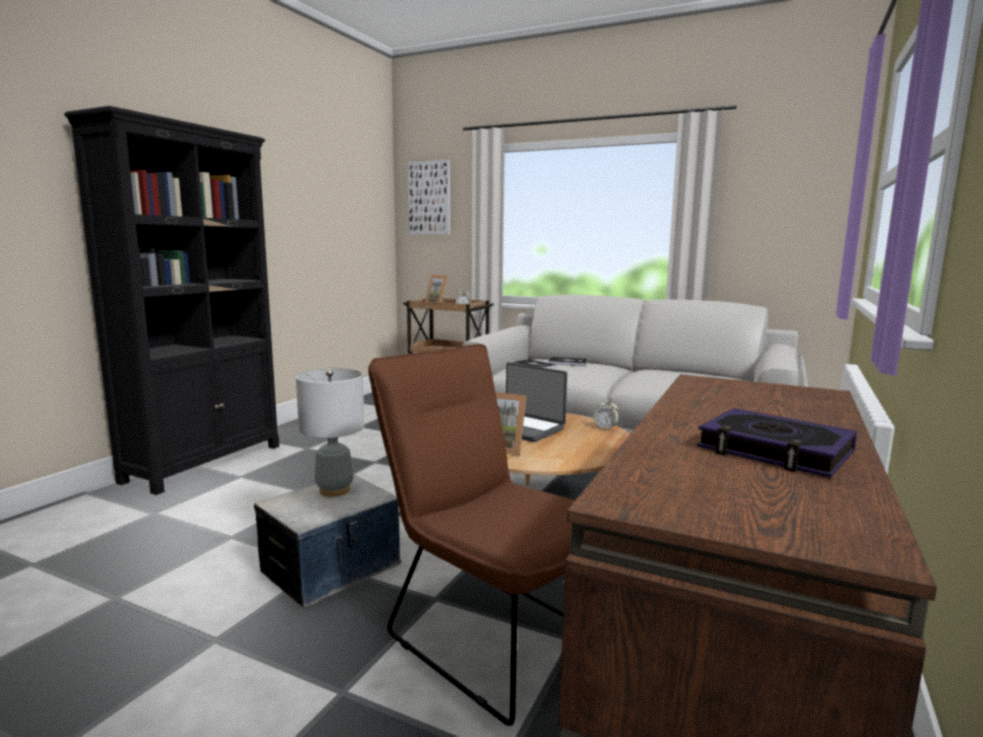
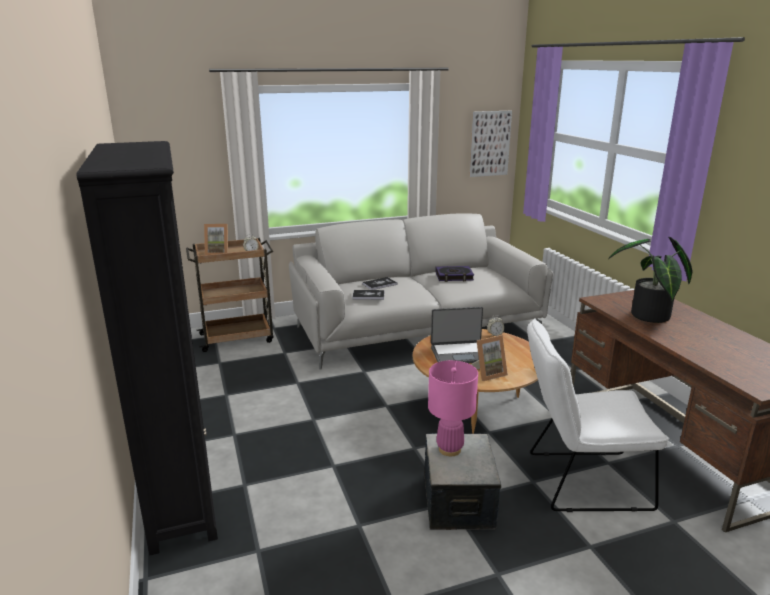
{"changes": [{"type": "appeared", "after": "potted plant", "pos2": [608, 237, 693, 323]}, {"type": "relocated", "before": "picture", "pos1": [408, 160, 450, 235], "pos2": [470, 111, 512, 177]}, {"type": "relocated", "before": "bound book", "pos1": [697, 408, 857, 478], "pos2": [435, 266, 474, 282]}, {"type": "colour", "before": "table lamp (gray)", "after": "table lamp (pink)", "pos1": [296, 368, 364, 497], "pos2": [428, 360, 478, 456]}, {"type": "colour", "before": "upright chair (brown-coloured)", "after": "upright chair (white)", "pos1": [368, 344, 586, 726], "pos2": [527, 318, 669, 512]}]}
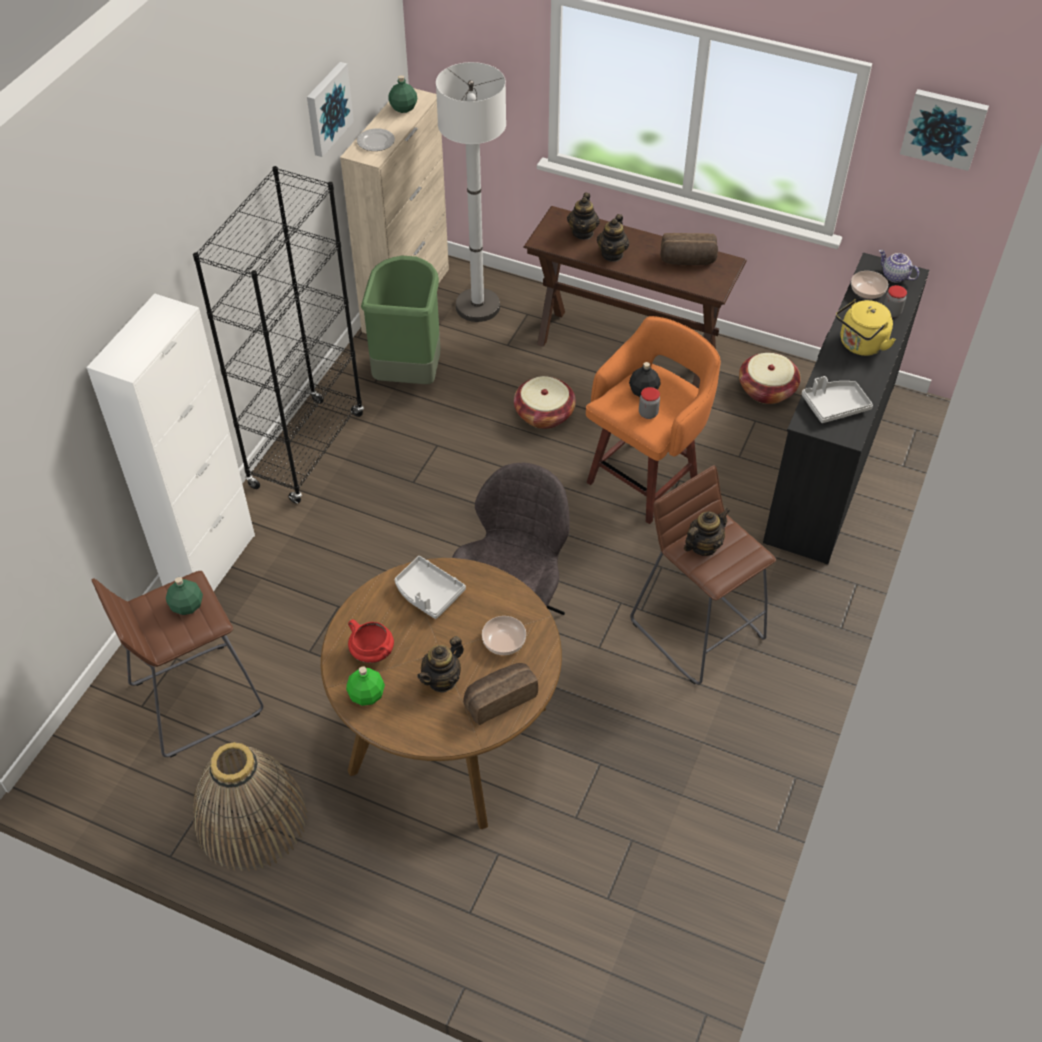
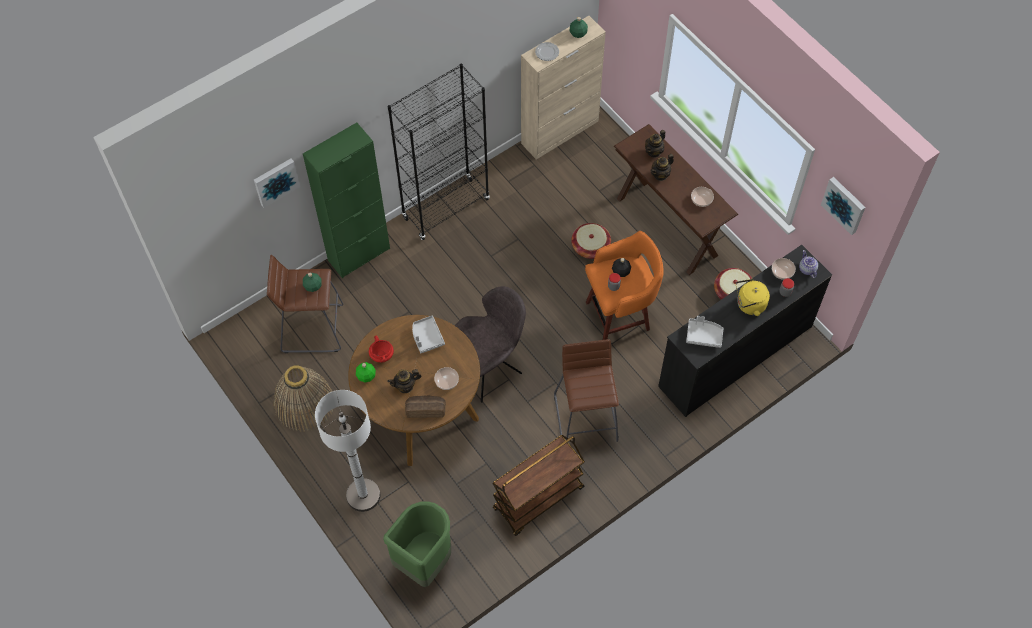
{"changes": [{"type": "missing", "before": "pot for tea", "pos1": [684, 509, 730, 556]}, {"type": "appeared", "after": "trolley (brown-coloured)", "pos2": [492, 435, 585, 536]}, {"type": "relocated", "before": "picture", "pos1": [307, 62, 354, 157], "pos2": [254, 159, 300, 208]}, {"type": "relocated", "before": "rubbish bin (greenish)", "pos1": [361, 256, 441, 384], "pos2": [383, 502, 451, 587]}, {"type": "relocated", "before": "standard lamp (white)", "pos1": [436, 62, 506, 322], "pos2": [315, 390, 380, 512]}, {"type": "exchanged", "before": "bread", "after": "serving bowl", "pos1": [660, 233, 718, 265], "pos2": [691, 187, 714, 207]}, {"type": "colour", "before": "cupboard (white)", "after": "cupboard (greenish)", "pos1": [86, 293, 255, 591], "pos2": [303, 122, 390, 278]}]}
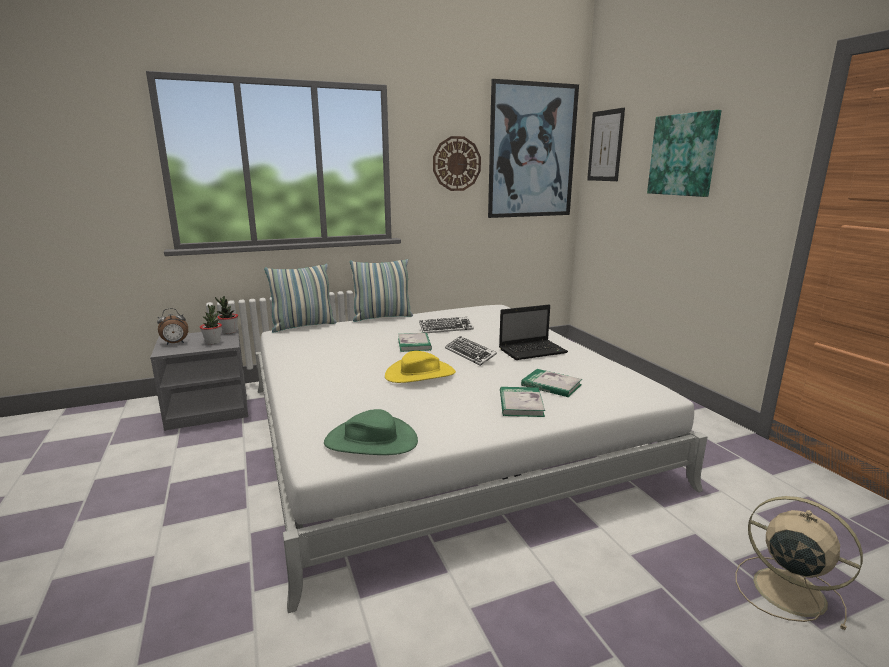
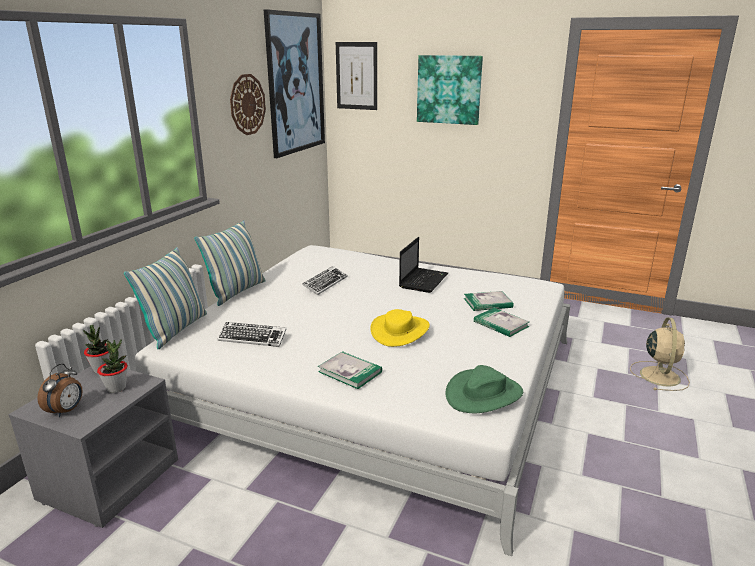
{"changes": [{"type": "relocated", "before": "bound book", "pos1": [398, 333, 432, 352], "pos2": [318, 351, 382, 389]}, {"type": "relocated", "before": "computer keyboard", "pos1": [445, 336, 497, 366], "pos2": [218, 322, 286, 347]}, {"type": "spun", "before": "electric fan (beige)", "pos1": [735, 496, 863, 630], "pos2": [630, 317, 690, 391], "turn": 105}]}
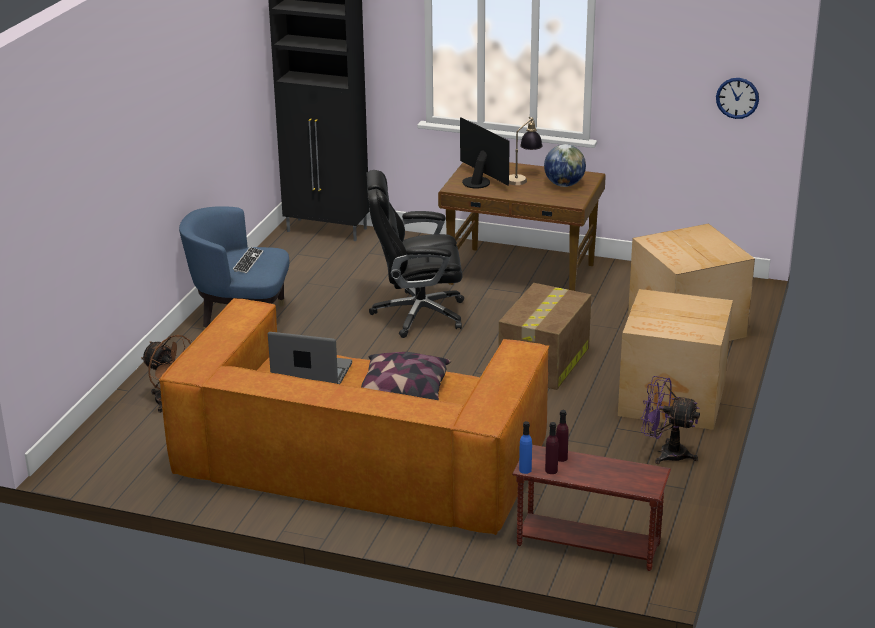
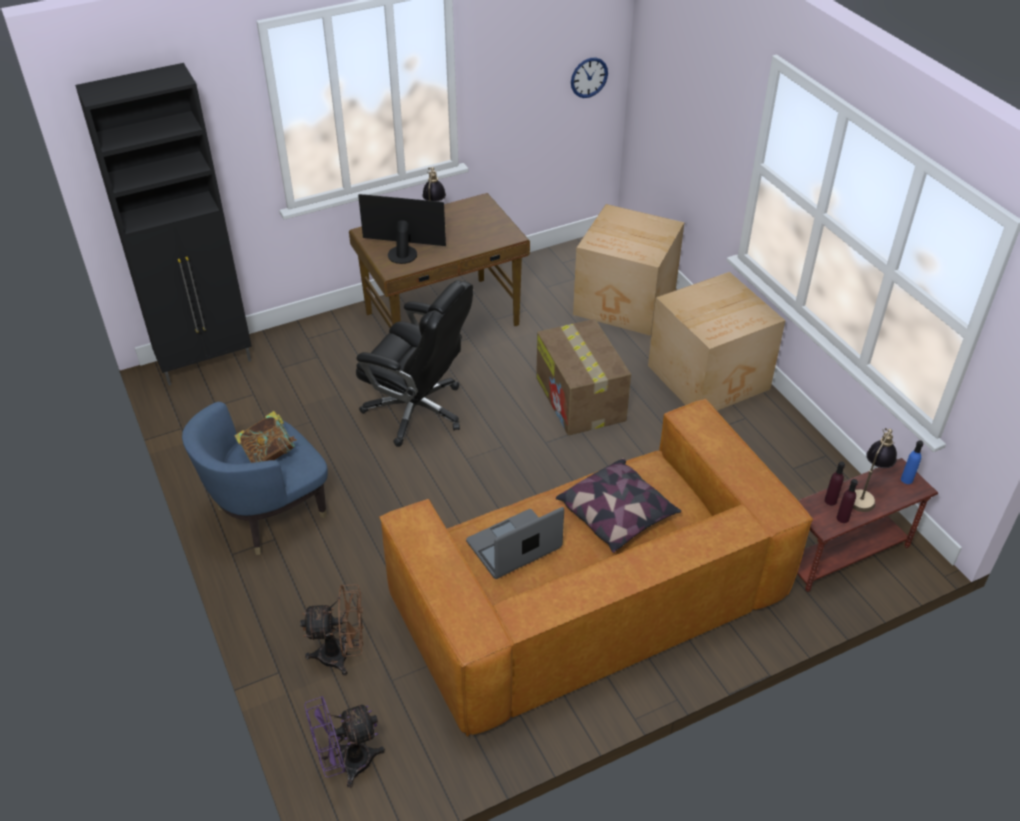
{"changes": [{"type": "missing", "before": "desk globe", "pos1": [544, 144, 586, 187]}, {"type": "appeared", "after": "table lamp", "pos2": [853, 428, 897, 512]}, {"type": "relocated", "before": "drink bottle (blue-coloured)", "pos1": [519, 421, 532, 474], "pos2": [901, 440, 923, 484]}, {"type": "relocated", "before": "electric fan (purple-coloured)", "pos1": [641, 376, 700, 464], "pos2": [304, 696, 385, 788]}, {"type": "exchanged", "before": "computer keyboard", "after": "bound book", "pos1": [233, 247, 264, 273], "pos2": [234, 411, 296, 463]}, {"type": "spun", "before": "office chair (black-coloured)", "pos1": [366, 170, 464, 338], "pos2": [356, 280, 473, 447], "turn": -105}]}
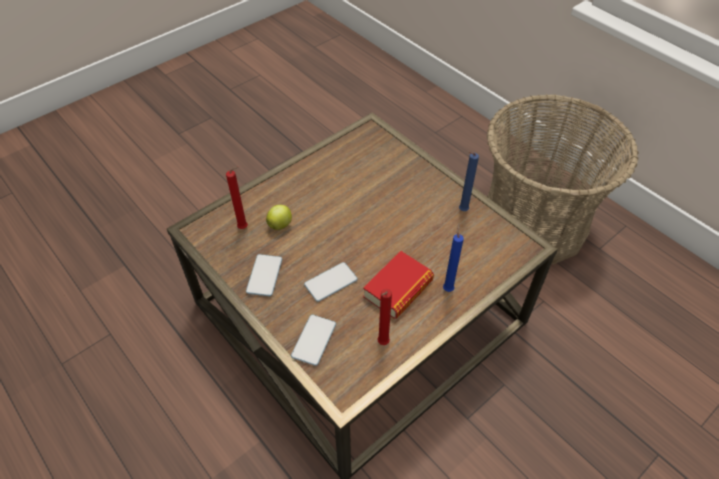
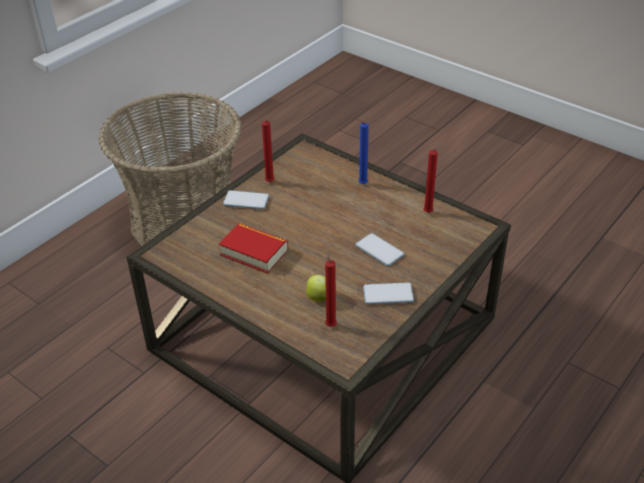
{"changes": [{"type": "relocated", "before": "handset", "pos1": [291, 315, 336, 366], "pos2": [223, 190, 269, 209]}, {"type": "relocated", "before": "bound book", "pos1": [363, 251, 434, 319], "pos2": [219, 223, 288, 274]}, {"type": "colour", "before": "candle (blue-coloured)", "after": "candle (reddish)", "pos1": [459, 152, 479, 211], "pos2": [262, 119, 275, 182]}]}
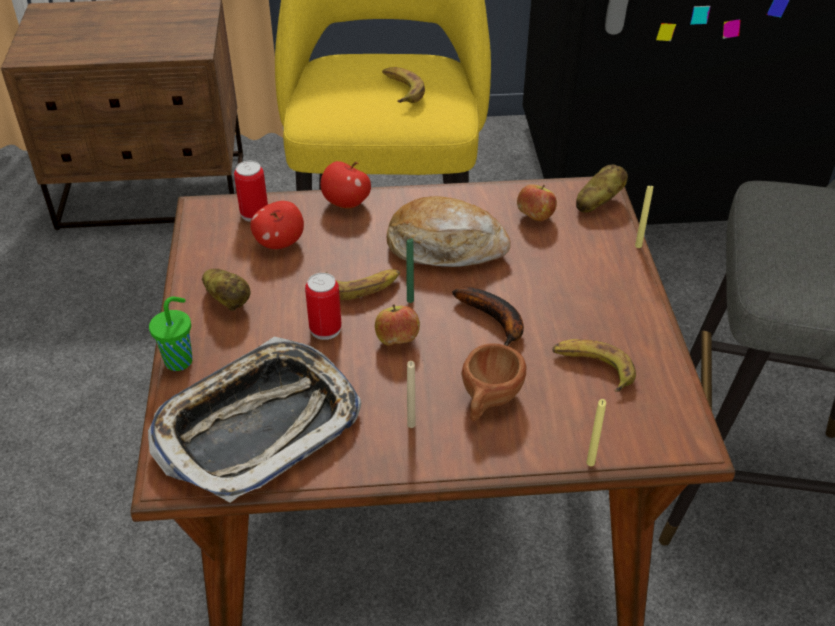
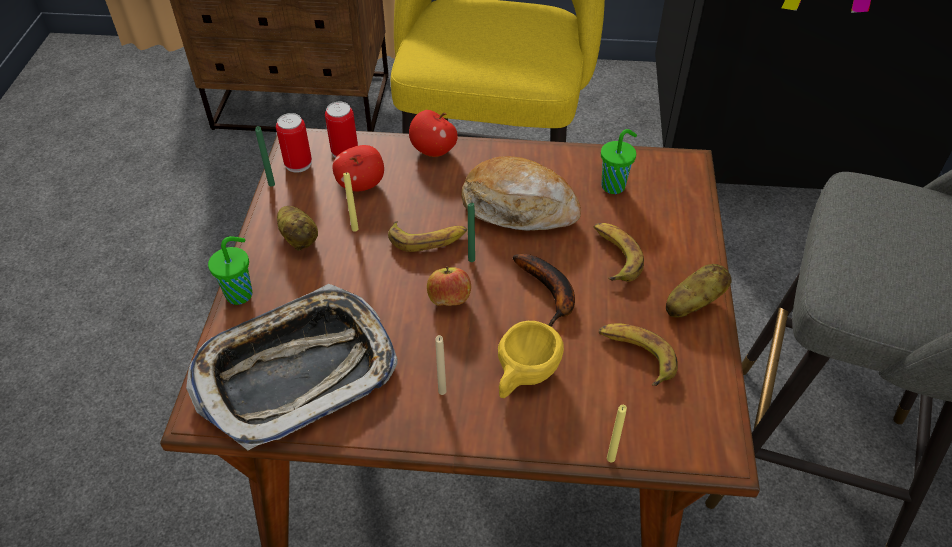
{"changes": [{"type": "appeared", "after": "candle (greenish)", "pos2": [255, 126, 275, 187]}, {"type": "relocated", "before": "sealed can", "pos1": [305, 273, 342, 340], "pos2": [276, 113, 312, 173]}, {"type": "relocated", "before": "banana fruit", "pos1": [382, 67, 425, 103], "pos2": [594, 223, 644, 282]}, {"type": "relocated", "before": "spud", "pos1": [576, 165, 628, 213], "pos2": [666, 264, 732, 317]}, {"type": "relocated", "before": "candle (yellowish)", "pos1": [635, 184, 653, 248], "pos2": [343, 173, 359, 231]}, {"type": "exchanged", "before": "whole apple", "after": "cup (greenish)", "pos1": [517, 184, 557, 221], "pos2": [601, 129, 637, 194]}, {"type": "colour", "before": "cup (brown-coloured)", "after": "cup (yellowish)", "pos1": [462, 343, 527, 422], "pos2": [498, 321, 564, 398]}]}
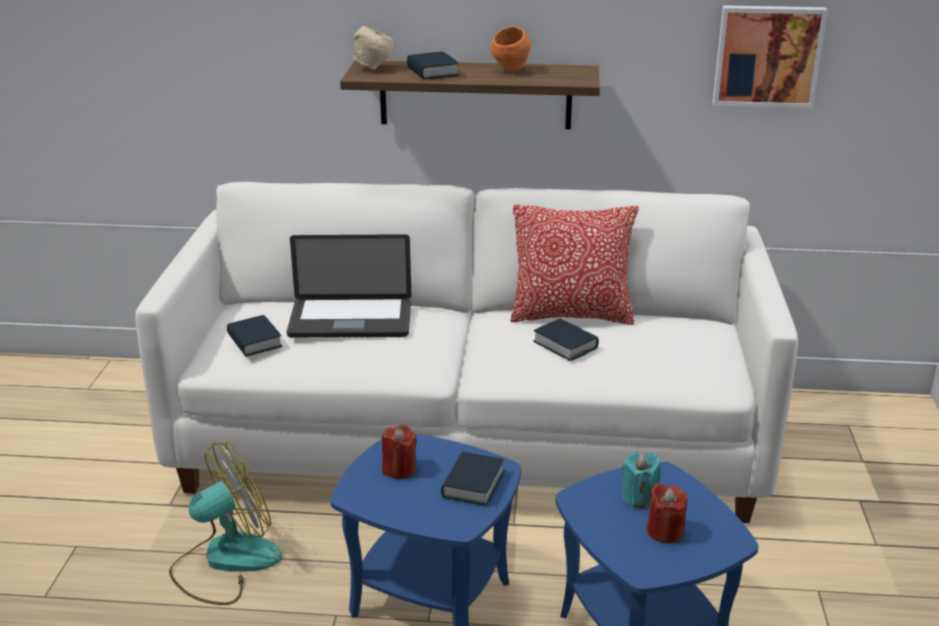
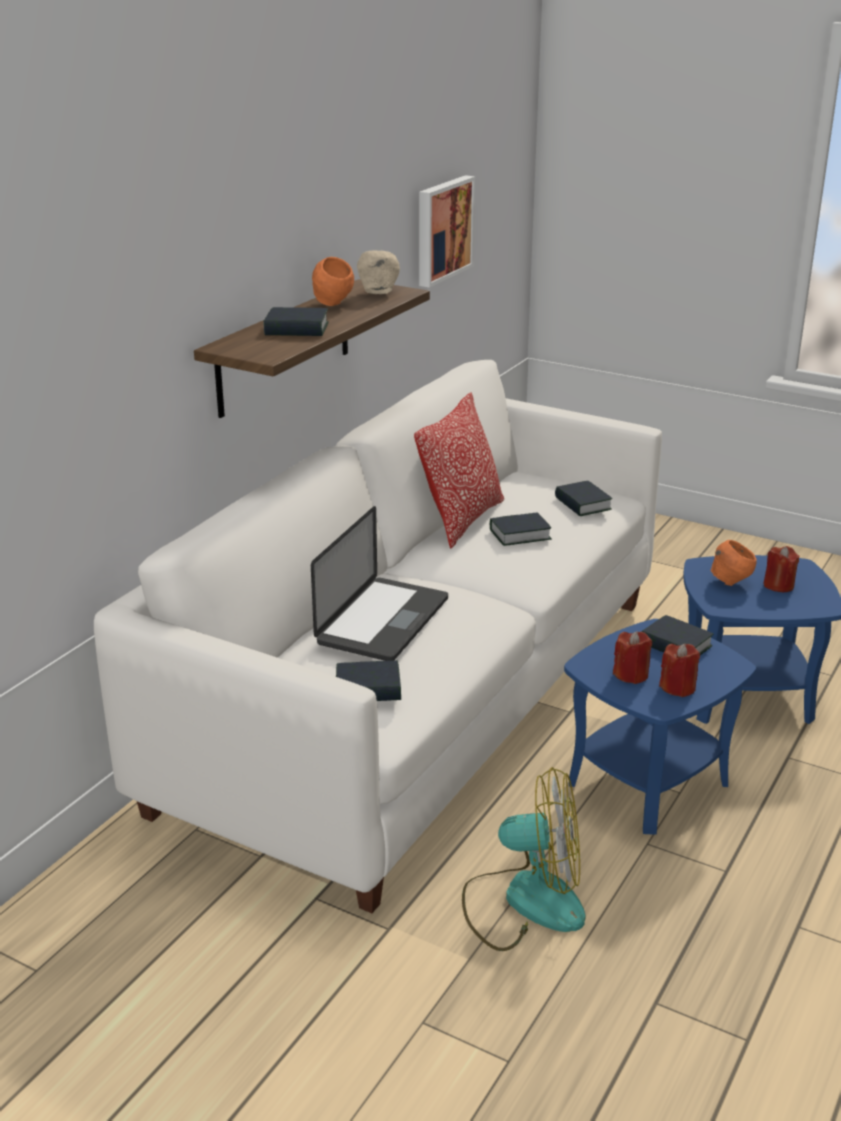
{"changes": [{"type": "appeared", "after": "bound book", "pos2": [555, 481, 612, 516]}, {"type": "appeared", "after": "candle (reddish)", "pos2": [659, 644, 700, 697]}, {"type": "relocated", "before": "serving bowl (beige)", "pos1": [353, 26, 393, 69], "pos2": [357, 250, 400, 294]}, {"type": "exchanged", "before": "candle (turquoise)", "after": "serving bowl (orange)", "pos1": [621, 452, 661, 508], "pos2": [711, 540, 757, 586]}, {"type": "spun", "before": "electric fan", "pos1": [169, 442, 282, 605], "pos2": [462, 767, 586, 951], "turn": 105}]}
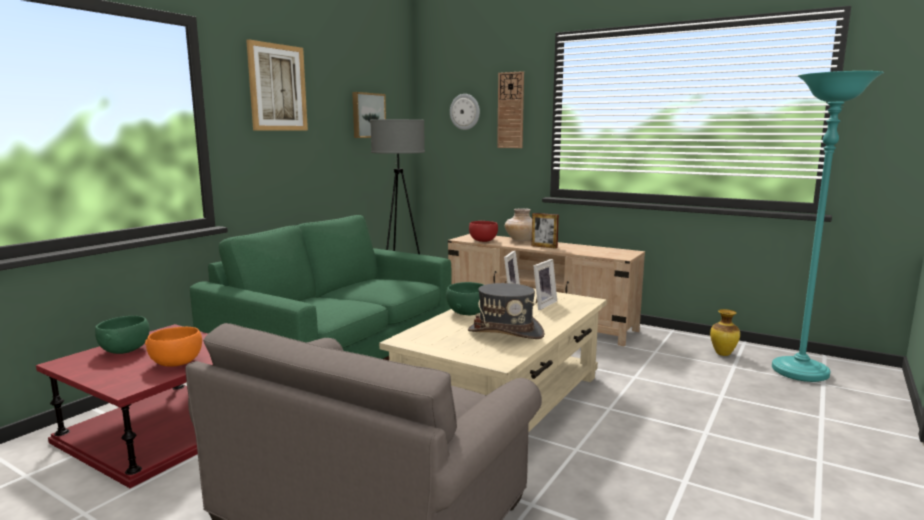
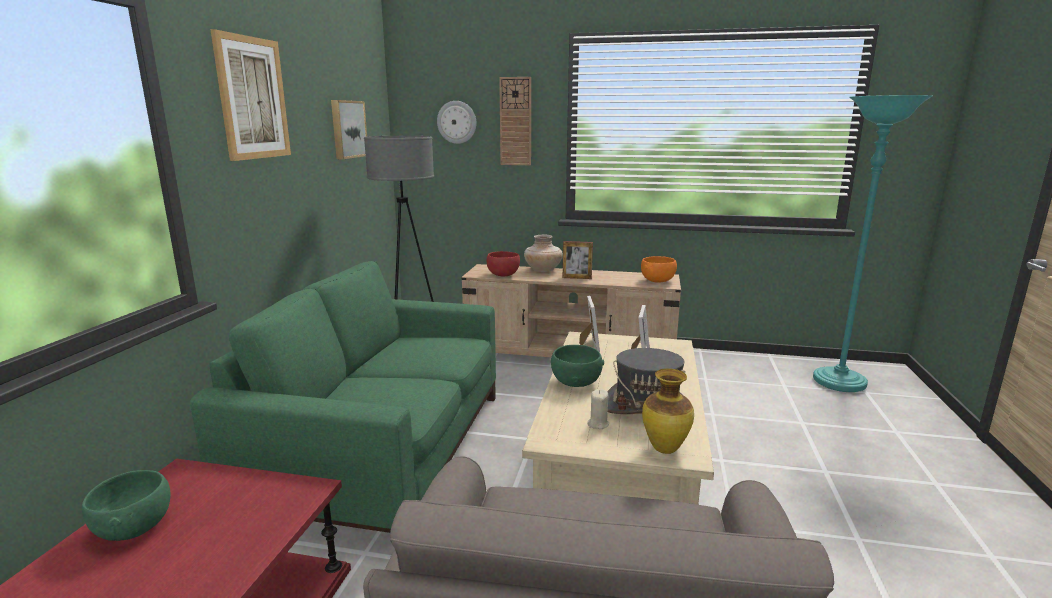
{"changes": [{"type": "appeared", "after": "candle (beige)", "pos2": [587, 389, 609, 429]}, {"type": "relocated", "before": "serving bowl (orange)", "pos1": [145, 327, 202, 367], "pos2": [641, 256, 677, 283]}, {"type": "relocated", "before": "decorative vase", "pos1": [710, 309, 740, 356], "pos2": [642, 368, 694, 454]}]}
